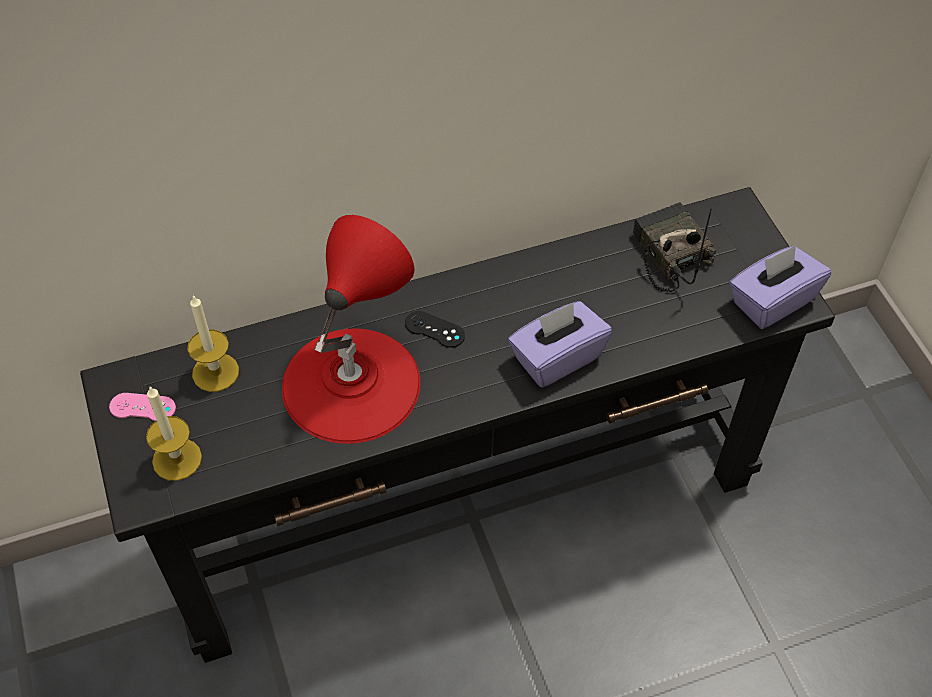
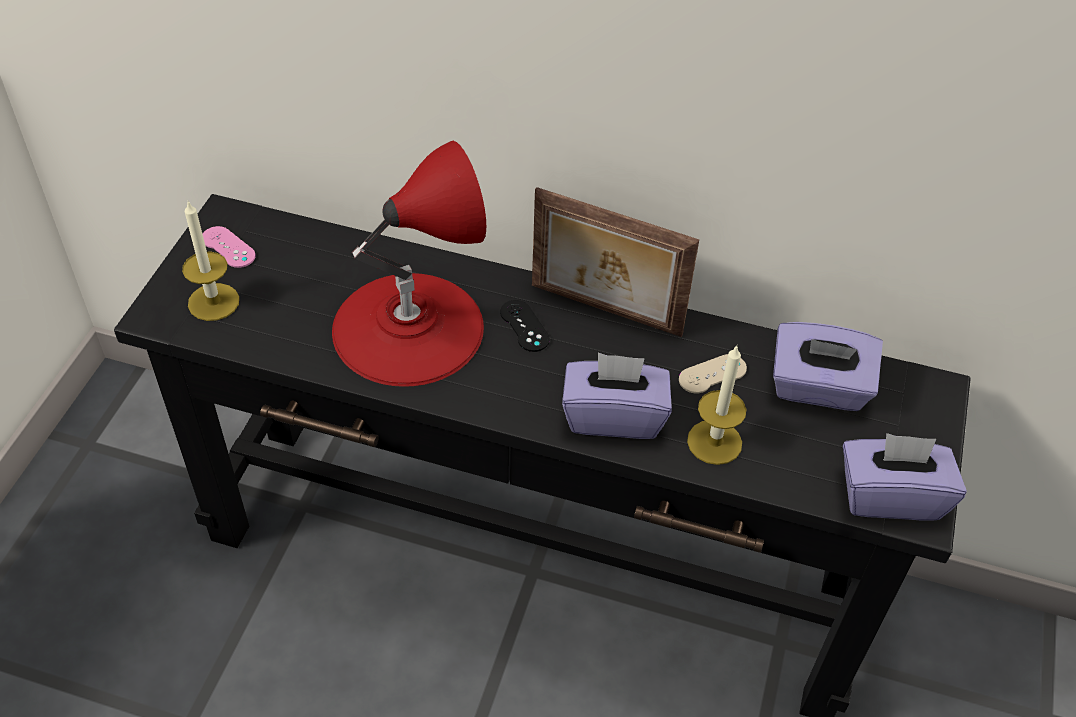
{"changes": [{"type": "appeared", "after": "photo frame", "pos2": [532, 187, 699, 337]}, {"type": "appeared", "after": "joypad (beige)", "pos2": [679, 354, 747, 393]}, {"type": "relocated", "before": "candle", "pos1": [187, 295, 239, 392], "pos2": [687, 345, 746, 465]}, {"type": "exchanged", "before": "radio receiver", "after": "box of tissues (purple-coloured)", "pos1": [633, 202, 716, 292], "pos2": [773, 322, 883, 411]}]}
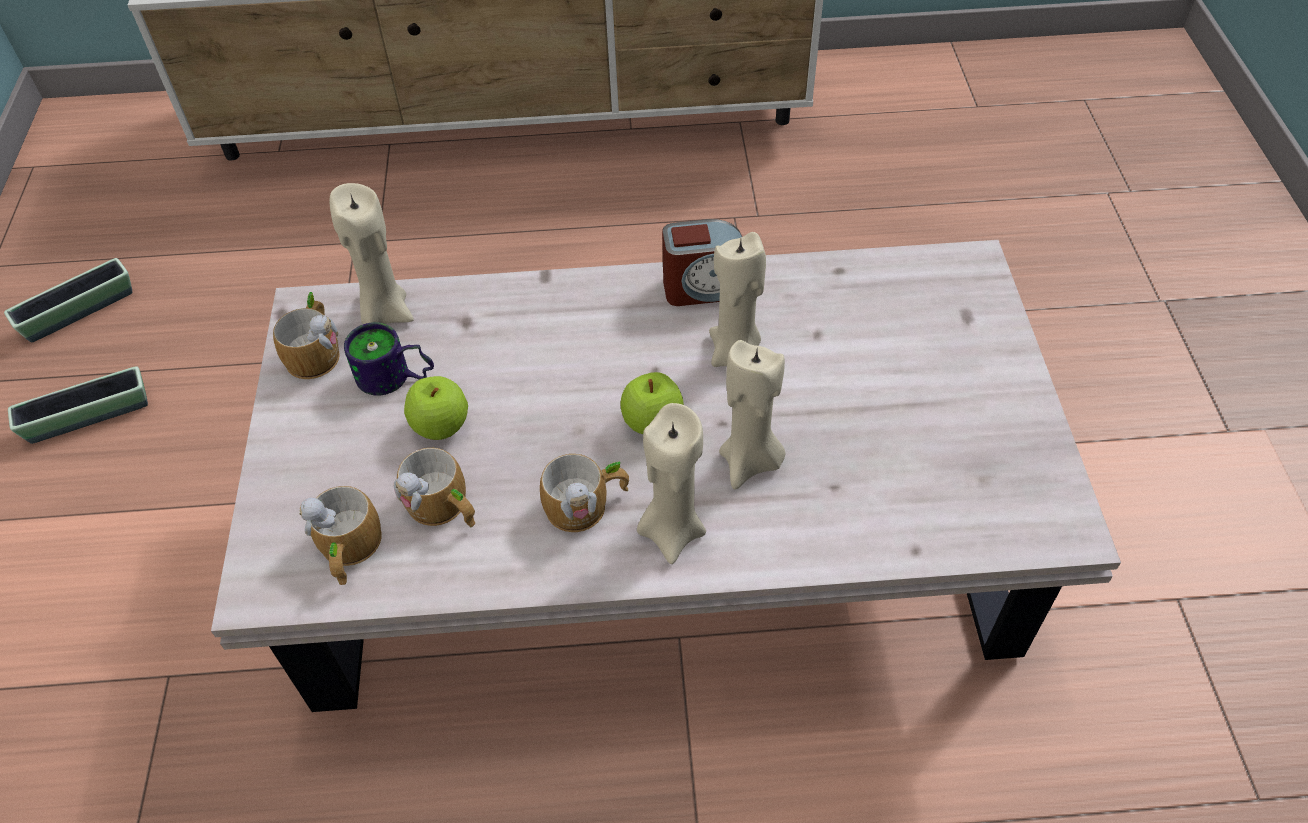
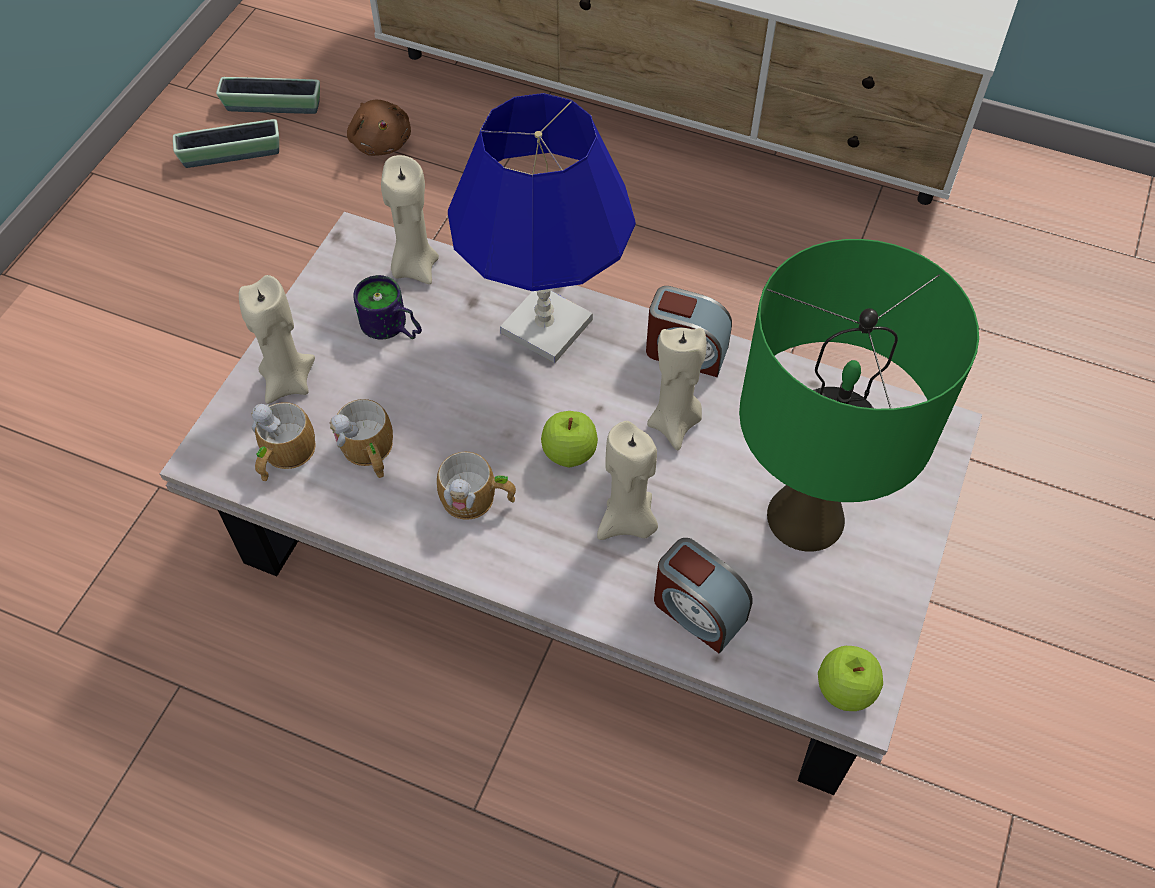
{"changes": [{"type": "missing", "before": "mug", "pos1": [273, 292, 340, 379]}, {"type": "appeared", "after": "cuddly toy (brown-coloured)", "pos2": [347, 100, 411, 156]}, {"type": "appeared", "after": "table lamp (blue-coloured)", "pos2": [448, 93, 636, 363]}, {"type": "appeared", "after": "bedside clock", "pos2": [654, 538, 753, 653]}, {"type": "appeared", "after": "table lamp (greenish)", "pos2": [739, 239, 979, 552]}, {"type": "relocated", "before": "flower pot", "pos1": [8, 366, 148, 444], "pos2": [216, 77, 320, 114]}, {"type": "relocated", "before": "whole apple", "pos1": [404, 376, 468, 440], "pos2": [818, 646, 883, 711]}, {"type": "relocated", "before": "candle (beige)", "pos1": [637, 403, 706, 564], "pos2": [239, 275, 315, 404]}]}
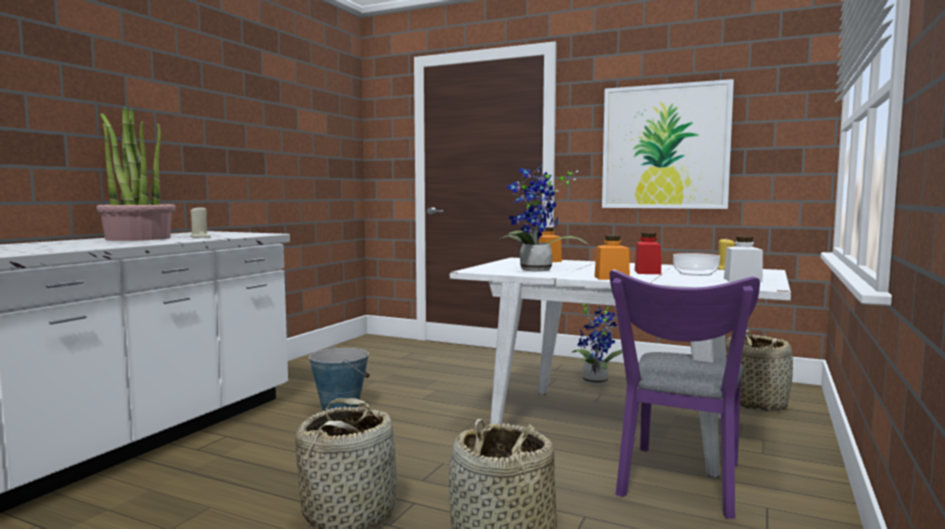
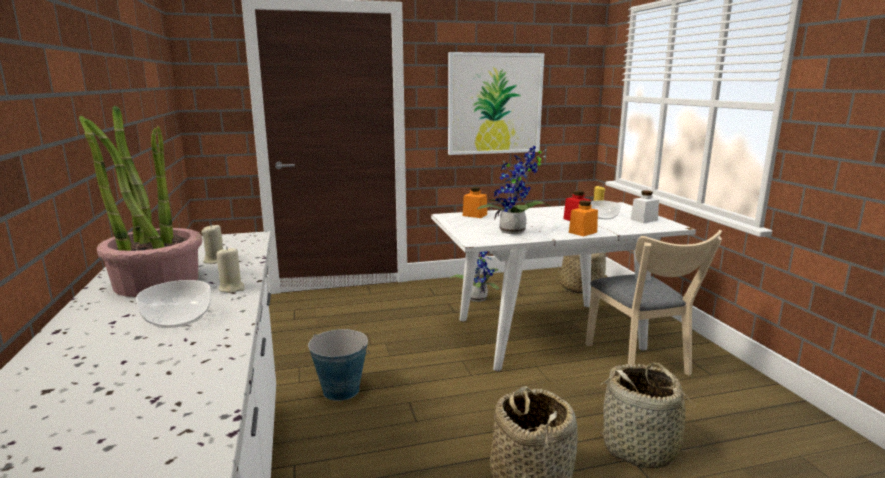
{"changes": [{"type": "appeared", "after": "serving bowl", "pos2": [136, 280, 211, 328]}, {"type": "appeared", "after": "candle (beige)", "pos2": [216, 246, 245, 293]}, {"type": "colour", "before": "upright chair (purple-coloured)", "after": "upright chair (beige)", "pos1": [610, 269, 760, 519], "pos2": [585, 230, 722, 376]}]}
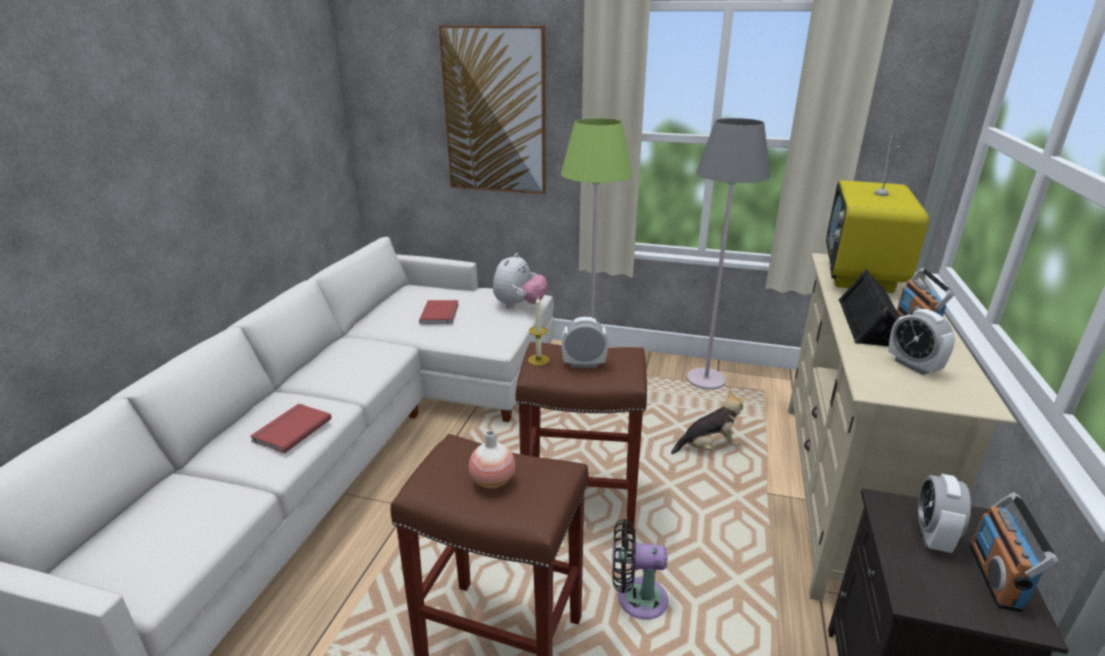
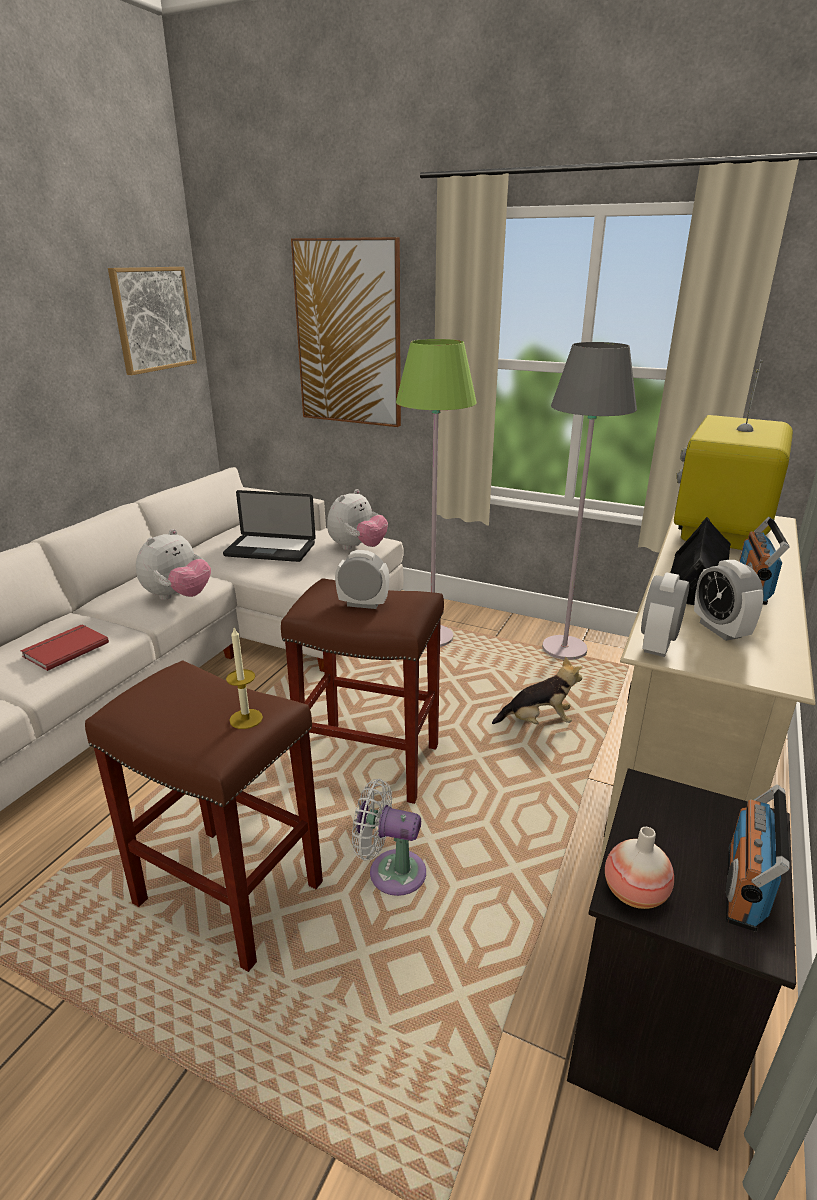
{"changes": [{"type": "appeared", "after": "picture", "pos2": [108, 267, 197, 375]}, {"type": "appeared", "after": "cuddly toy", "pos2": [136, 529, 211, 600]}, {"type": "relocated", "before": "decorative vase", "pos1": [469, 430, 515, 489], "pos2": [605, 827, 674, 909]}, {"type": "relocated", "before": "candle", "pos1": [528, 297, 549, 366], "pos2": [226, 628, 263, 729]}, {"type": "relocated", "before": "bedside clock", "pos1": [918, 474, 971, 553], "pos2": [641, 572, 689, 657]}, {"type": "exchanged", "before": "bound book (reddish)", "after": "portable computer", "pos1": [419, 300, 459, 324], "pos2": [223, 490, 316, 562]}, {"type": "colour", "before": "electric fan (black-coloured)", "after": "electric fan (white)", "pos1": [612, 519, 668, 620], "pos2": [352, 779, 426, 896]}]}
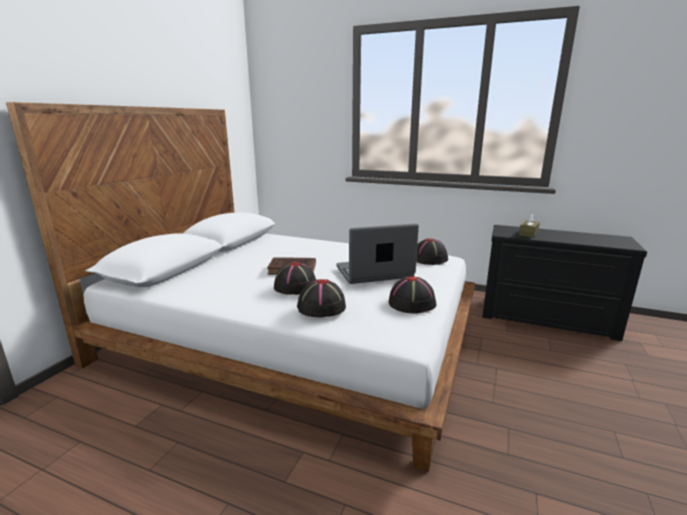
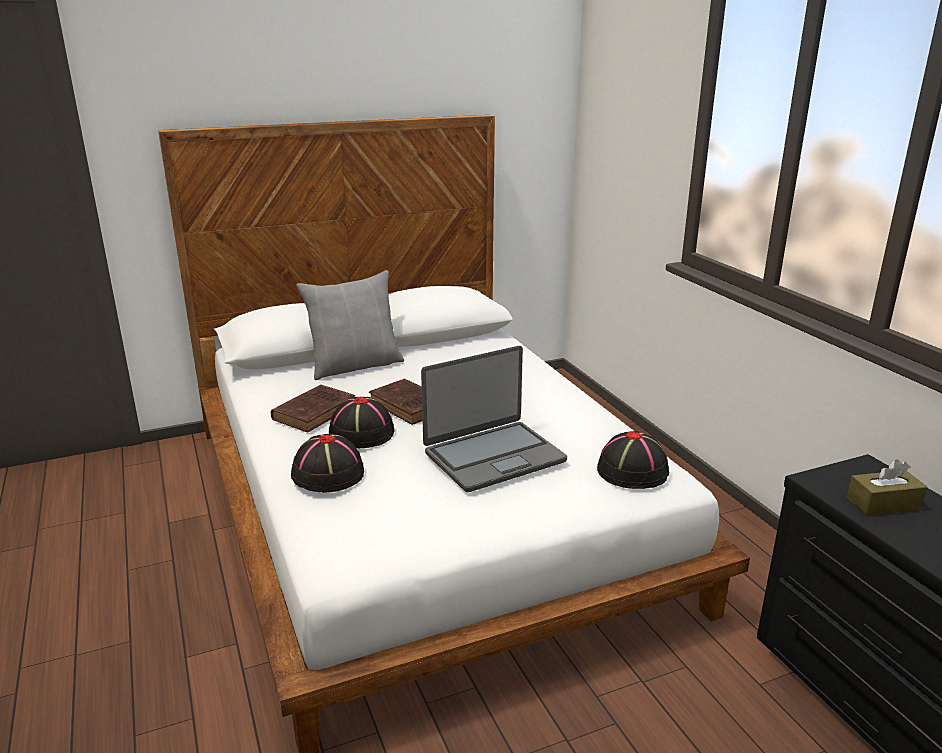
{"changes": [{"type": "missing", "before": "hat (black-coloured)", "pos1": [389, 276, 437, 313]}, {"type": "appeared", "after": "bound book (brown-coloured)", "pos2": [271, 384, 355, 432]}, {"type": "appeared", "after": "throw pillow (gray)", "pos2": [296, 270, 404, 380]}, {"type": "spun", "before": "portable computer", "pos1": [337, 224, 419, 284], "pos2": [421, 346, 567, 492], "turn": 120}]}
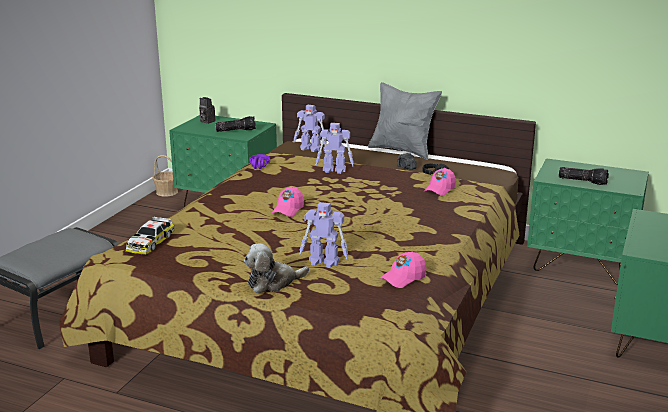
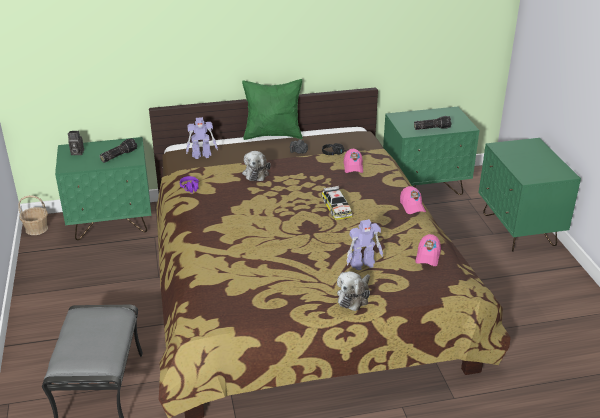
{"changes": [{"type": "relocated", "before": "toy car", "pos1": [126, 217, 174, 255], "pos2": [322, 186, 352, 220]}, {"type": "relocated", "before": "cap (pink)", "pos1": [271, 186, 304, 217], "pos2": [400, 186, 426, 214]}, {"type": "exchanged", "before": "model robot", "after": "cuddly toy", "pos1": [316, 123, 354, 174], "pos2": [242, 151, 271, 181]}, {"type": "colour", "before": "throw pillow (gray)", "after": "throw pillow (greenish)", "pos1": [368, 82, 442, 160], "pos2": [242, 79, 303, 140]}]}
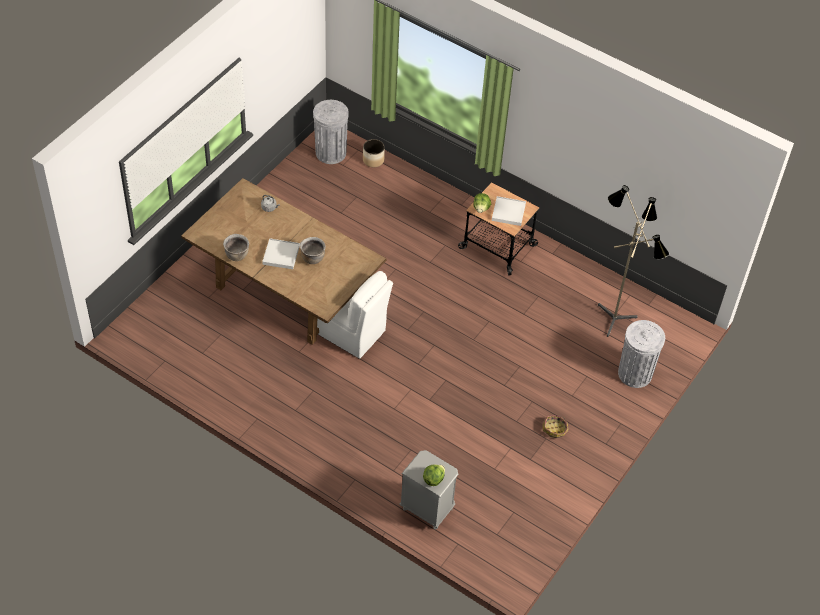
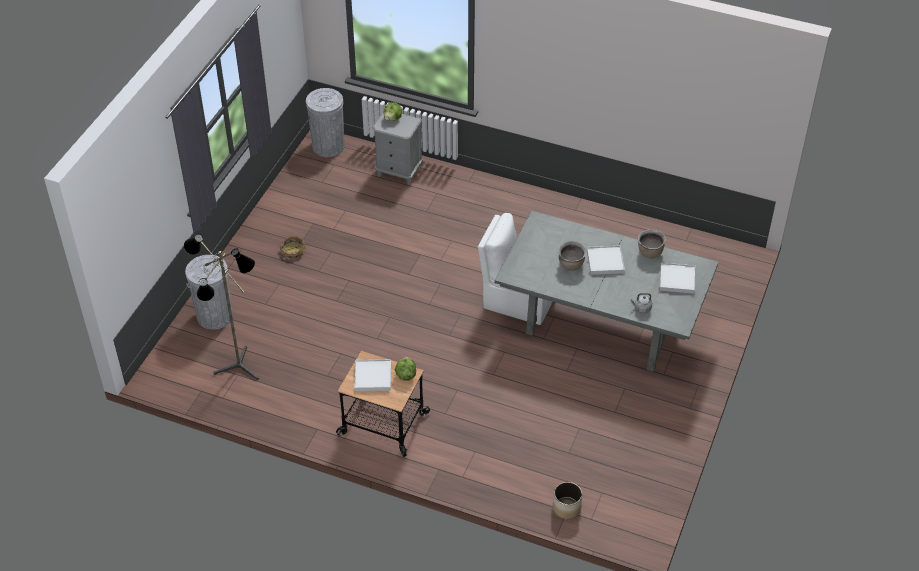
{"changes": [{"type": "appeared", "after": "tray (white)", "pos2": [660, 263, 695, 294]}, {"type": "relocated", "before": "rubbish bin (gray)", "pos1": [313, 100, 349, 164], "pos2": [306, 88, 345, 157]}, {"type": "colour", "before": "dining table (brown-coloured)", "after": "dining table (gray)", "pos1": [181, 178, 386, 345], "pos2": [494, 210, 718, 372]}]}
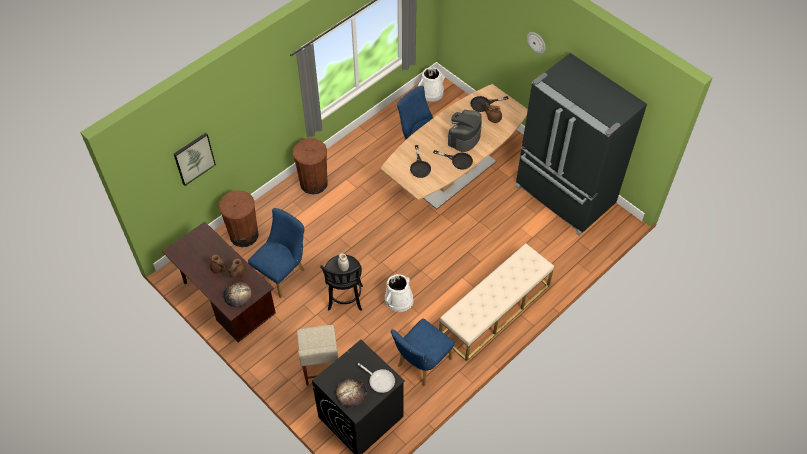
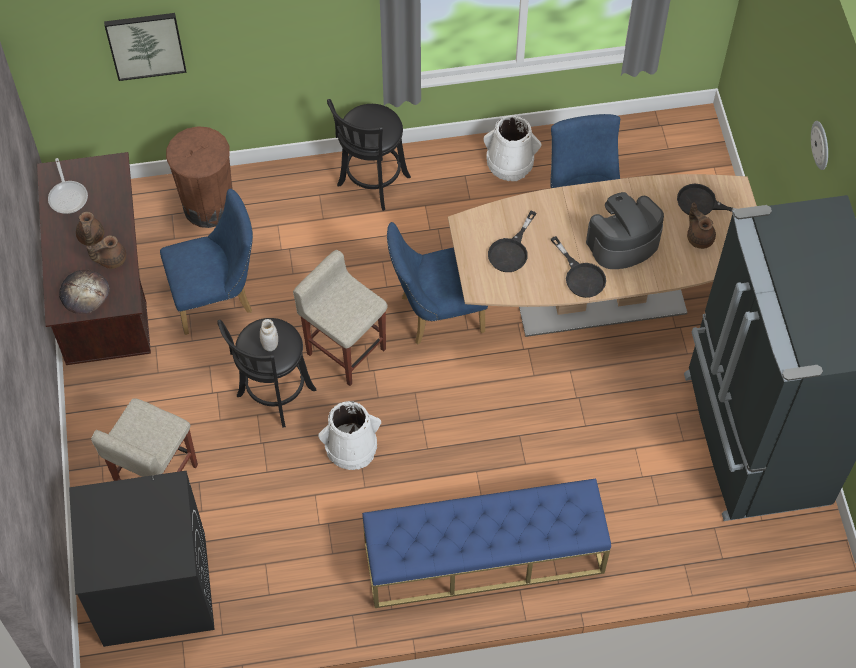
{"changes": [{"type": "missing", "before": "bread", "pos1": [336, 378, 367, 407]}, {"type": "appeared", "after": "stool (beige)", "pos2": [293, 250, 388, 386]}, {"type": "relocated", "before": "skillet", "pos1": [358, 363, 395, 393], "pos2": [48, 158, 88, 214]}, {"type": "relocated", "before": "upright chair (blue-coloured)", "pos1": [391, 319, 455, 386], "pos2": [387, 222, 488, 345]}, {"type": "relocated", "before": "water bucket (white)", "pos1": [418, 67, 445, 102], "pos2": [483, 115, 542, 181]}, {"type": "exchanged", "before": "rubbish bin (brown-coloured)", "after": "stool (black-coloured)", "pos1": [293, 138, 328, 194], "pos2": [327, 99, 411, 211]}, {"type": "colour", "before": "long seat (beige)", "after": "long seat (blue-coloured)", "pos1": [439, 243, 554, 361], "pos2": [362, 479, 611, 608]}]}
